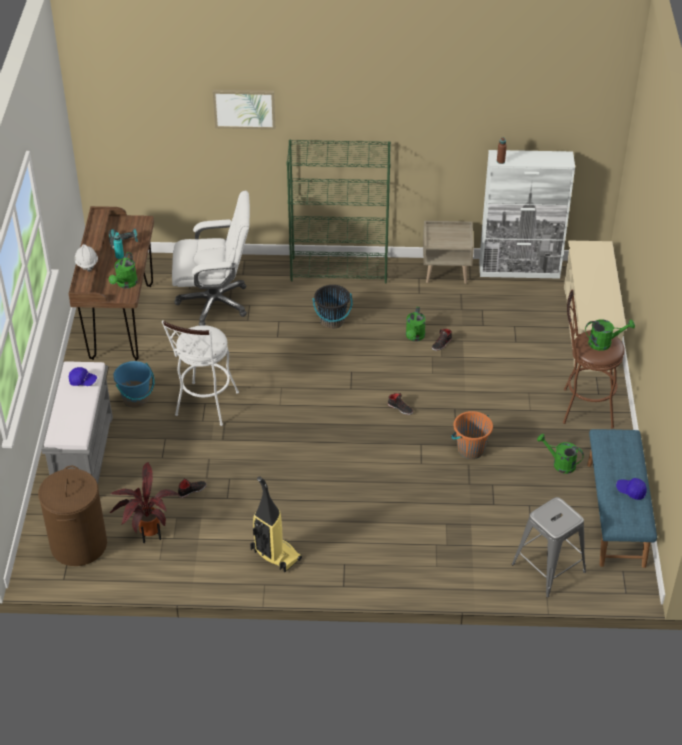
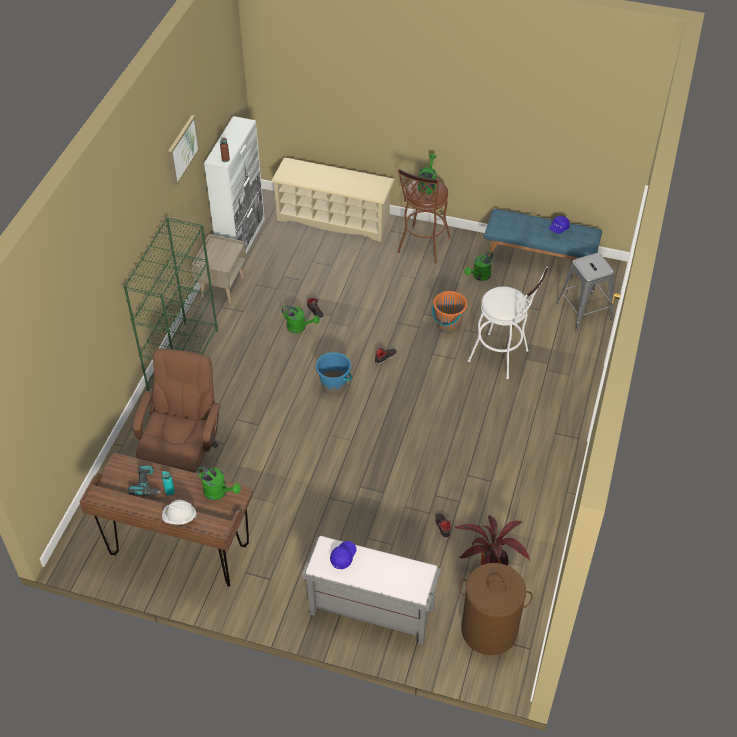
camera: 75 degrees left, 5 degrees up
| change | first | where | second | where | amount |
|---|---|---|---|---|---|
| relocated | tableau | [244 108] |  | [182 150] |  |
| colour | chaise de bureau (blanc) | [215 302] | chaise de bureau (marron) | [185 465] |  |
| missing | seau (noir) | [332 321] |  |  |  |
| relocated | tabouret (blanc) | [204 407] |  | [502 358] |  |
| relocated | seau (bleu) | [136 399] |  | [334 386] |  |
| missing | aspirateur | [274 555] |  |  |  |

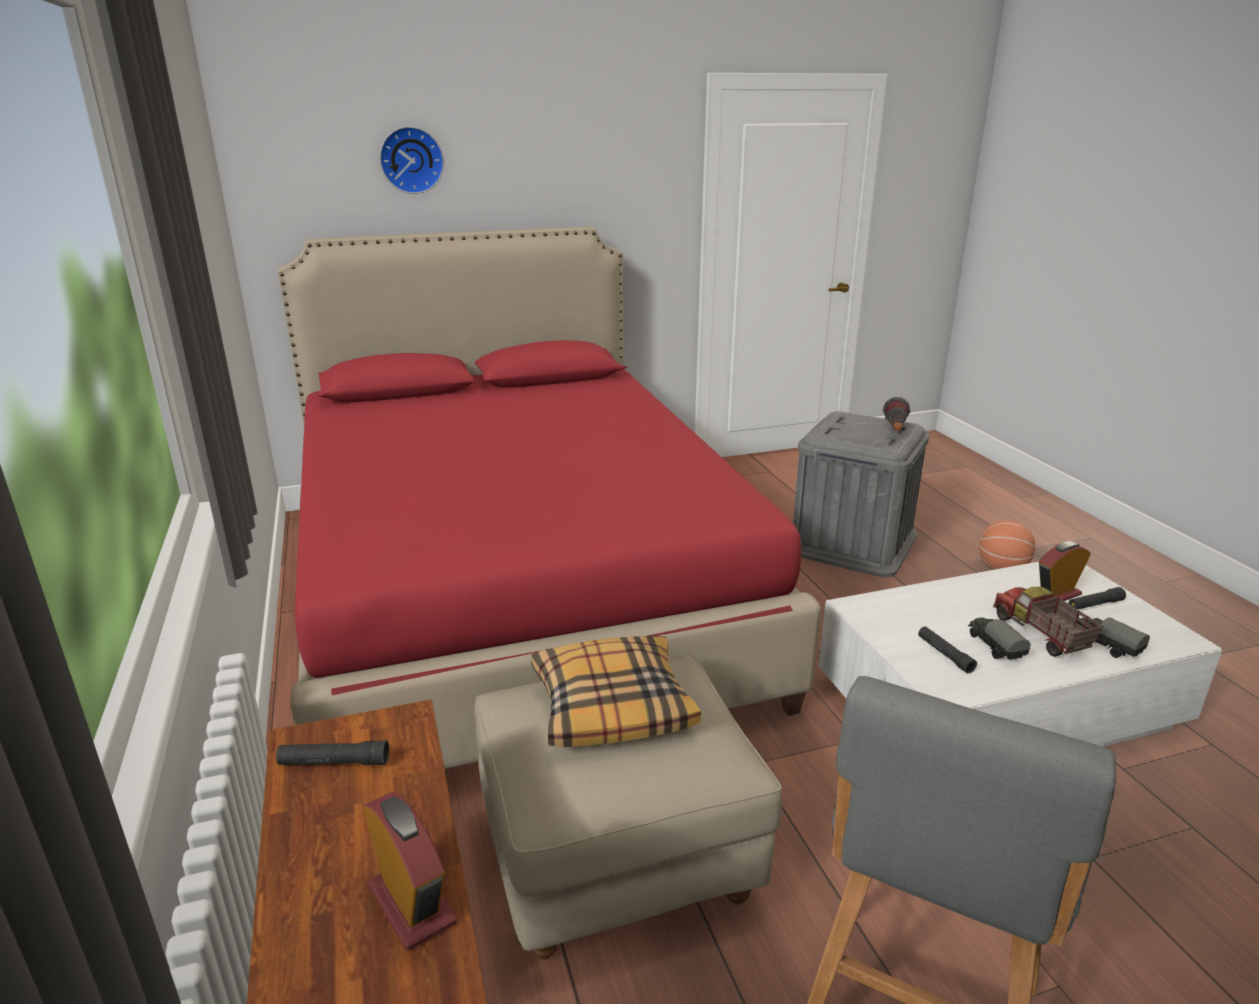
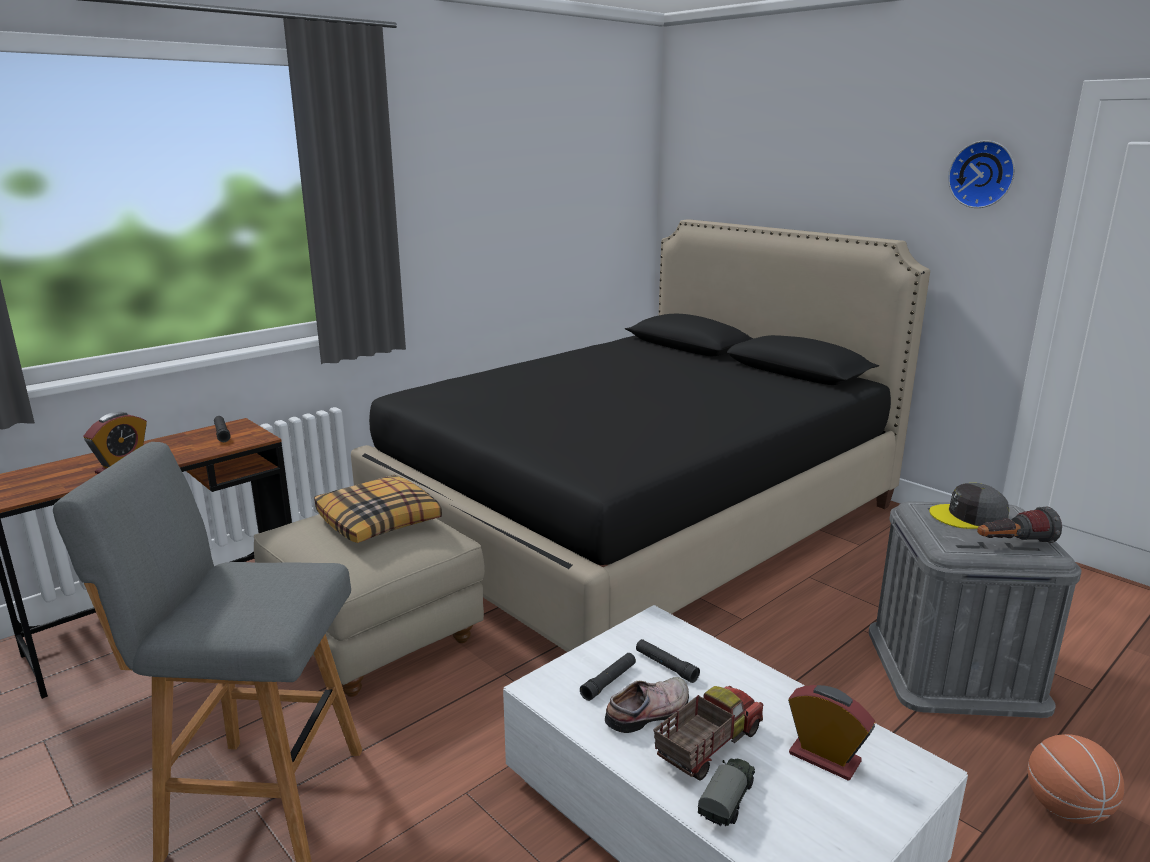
camera: 65 degrees right, 5 degrees down
| change | first | where | second | where | amount |
|---|---|---|---|---|---|
| relocated | horloge murale | [411 160] |  | [982 174] |  |
| colour | lit (rouge) | [515 593] | lit (noir) | [637 520] |  |
| relocated | lampe de poche (noir) | [1095 605] |  | [666 666] |  |
| exchanged | camion jouet | [994 647] | chaussure | [650 713] |  |
| appeared |  |  | casquette (gris) | [969 517] |  |

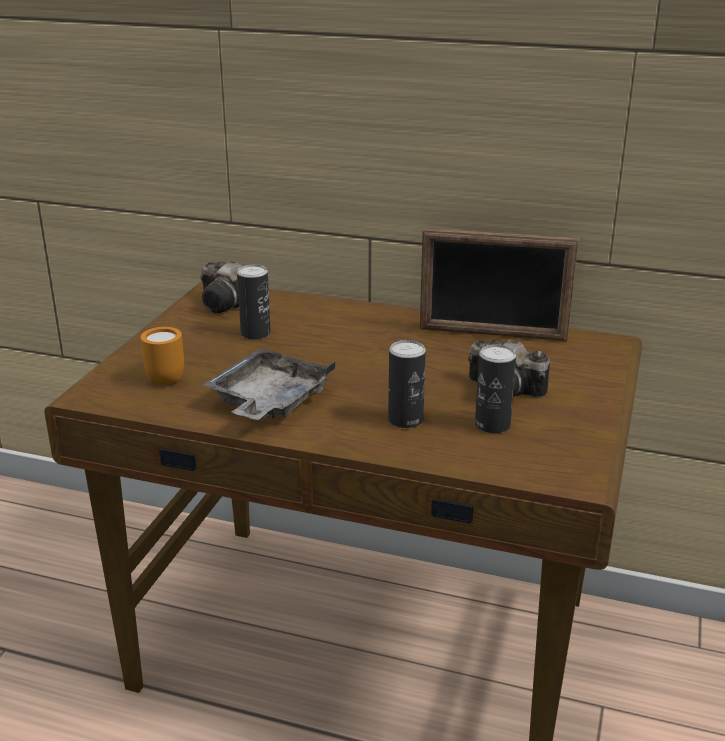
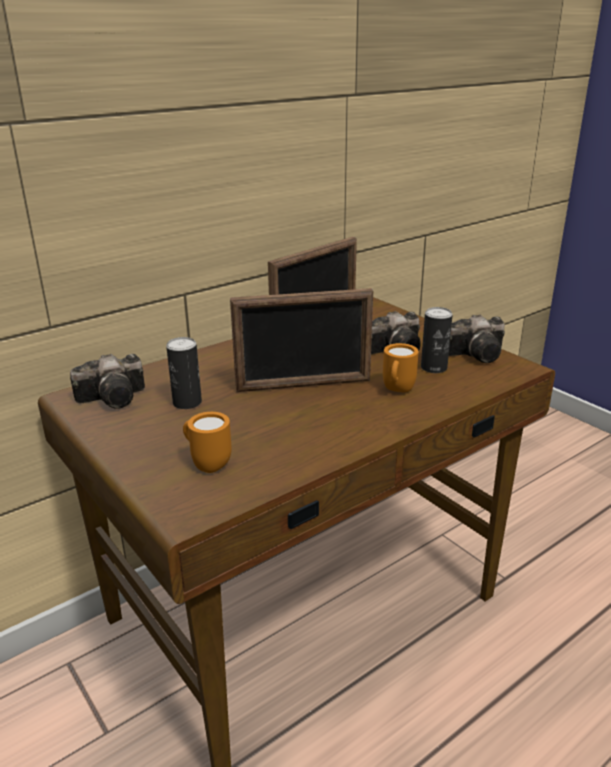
camera: 55 degrees left, 0 degrees up
| change | first | where | second | where | amount |
|---|---|---|---|---|---|
| exchanged | boîte métallique | [405 420] | mug (orange) | [397 391] |  |
| missing | plateau (gris) | [269 401] |  |  |  |
| appeared |  |  | cadre photo | [303 385] |  |
| appeared |  |  | appareil photo | [478 354] |  |

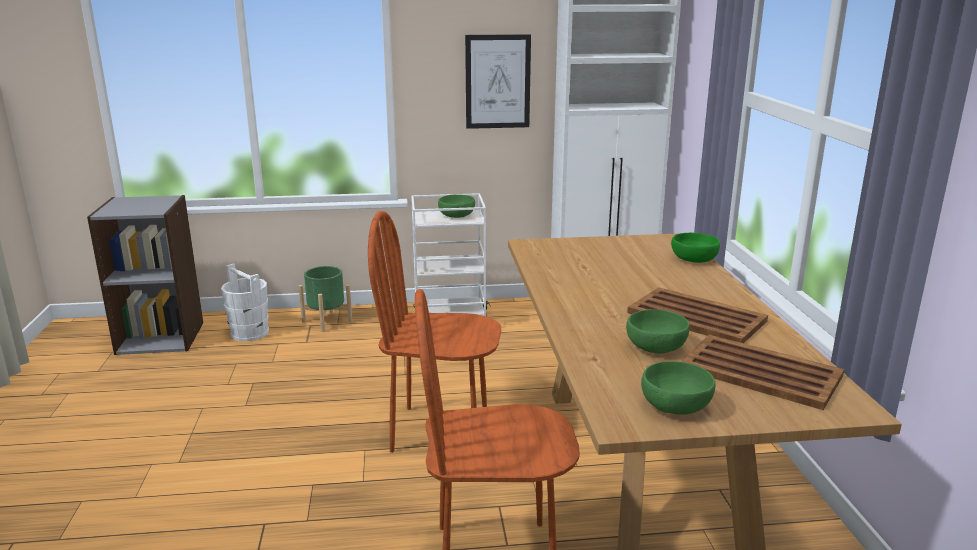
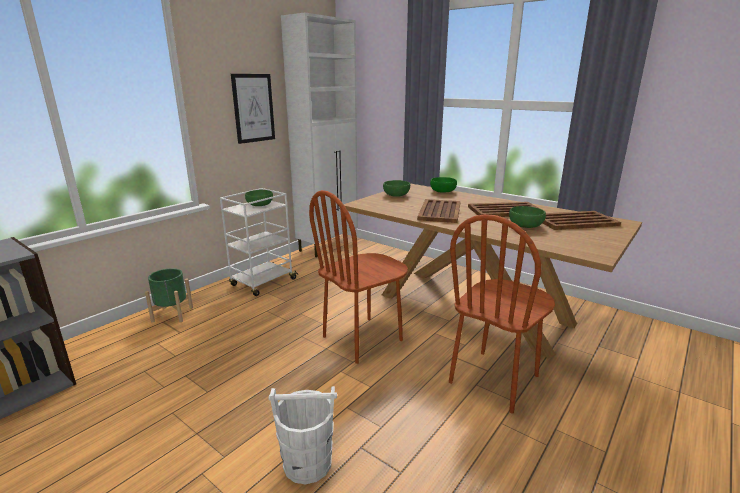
camera: 45 degrees left, 0 degrees up
| change | first | where | second | where | amount |
|---|---|---|---|---|---|
| relocated | seau (blanc) | [250 333] |  | [308 463] |  |
| relocated | bol (vert) | [676 405] |  | [396 195] |  |
| appeared |  |  | plateau (marron) | [440 211] |  |

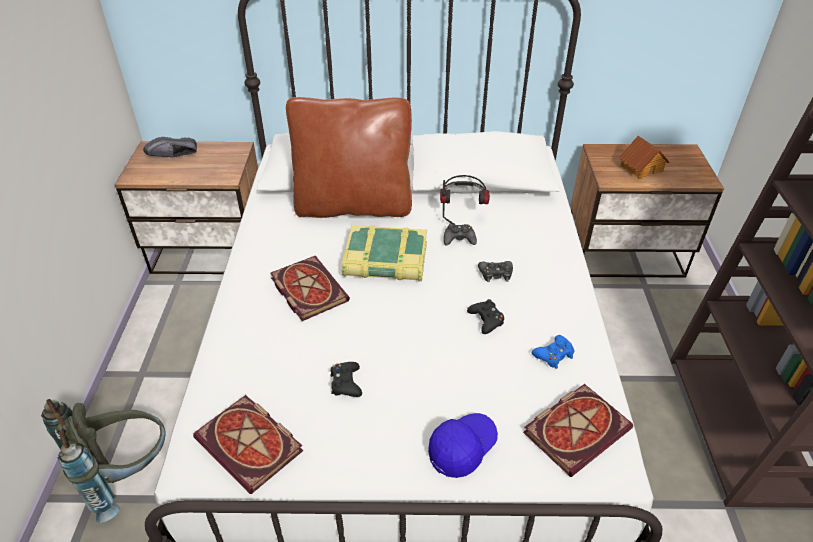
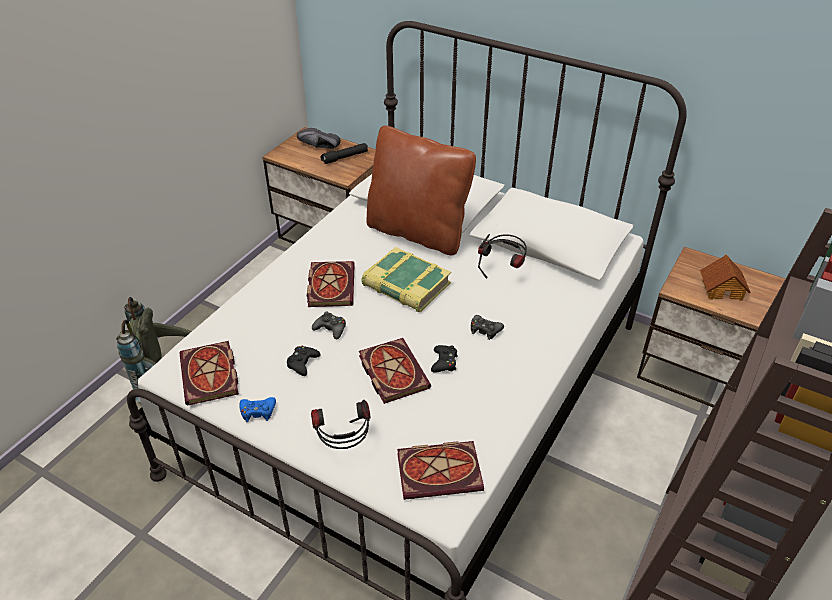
camera: 30 degrees right, 0 degrees up
| change | first | where | second | where | amount |
|---|---|---|---|---|---|
| relocated | manette (noir) | [459 239] |  | [330 329] |  |
| relocated | manette (bleu) | [554 355] |  | [258 412] |  |
| exchanged | casquette (bleu) | [462 449] | casque audio | [344 444] |  |
| appeared |  |  | lampe de poche (noir) | [344 158] |  |
| appeared |  |  | livre | [391 371] |  |

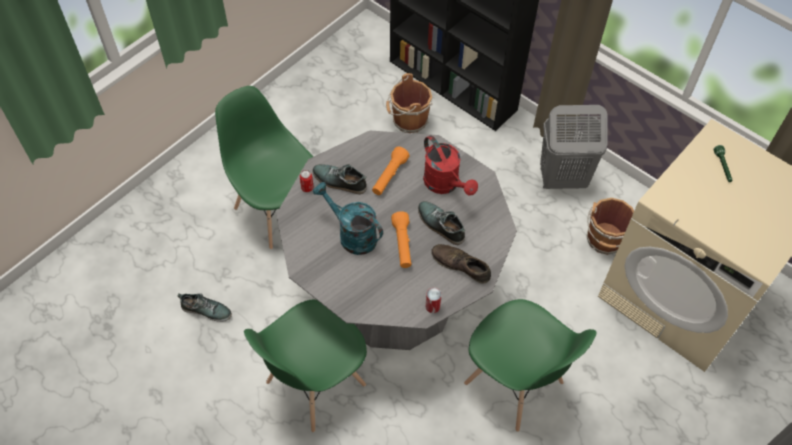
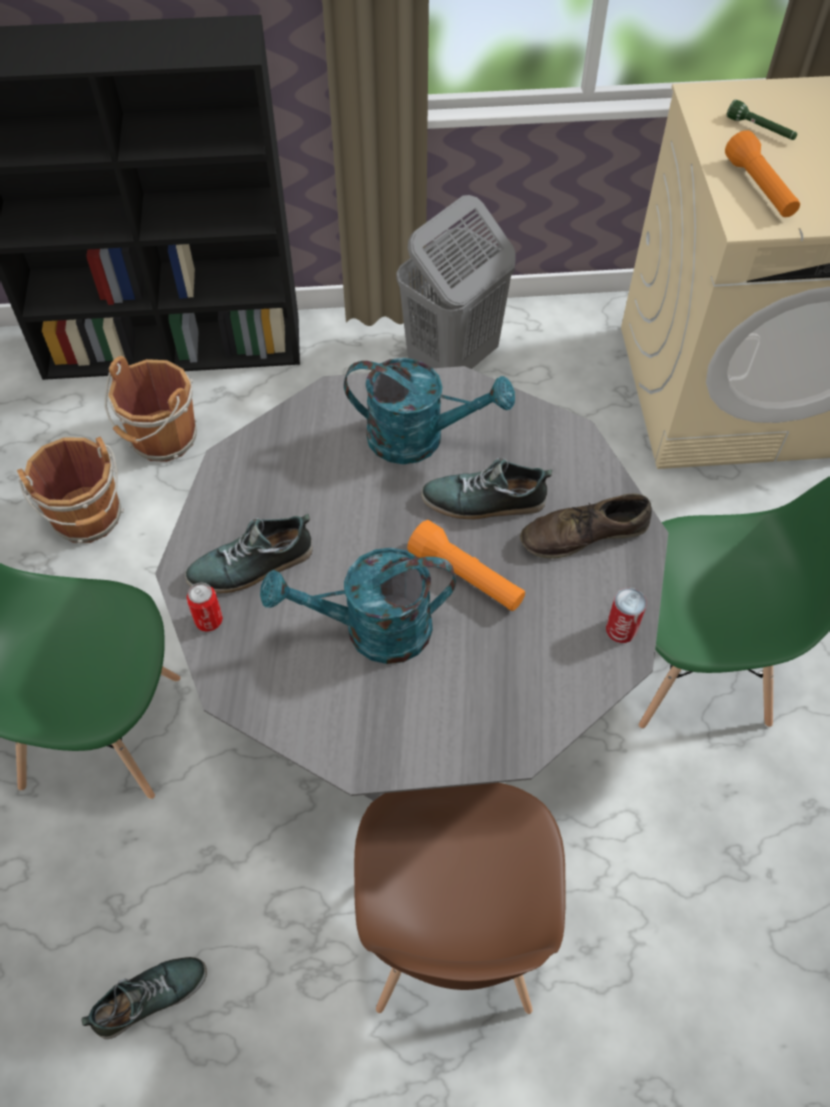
camera: 45 degrees left, 0 degrees up
| change | first | where | second | where | amount |
|---|---|---|---|---|---|
| colour | arrosoir (rouge) | [445 184] | arrosoir (turquoise) | [419 438] |  |
| relocated | lampe de poche (orange) | [389 176] |  | [760 189] |  |
| relocated | seau (marron) | [605 240] |  | [89 518] |  |
| colour | chaise (vert) | [315 385] | chaise (marron) | [452 938] |  |

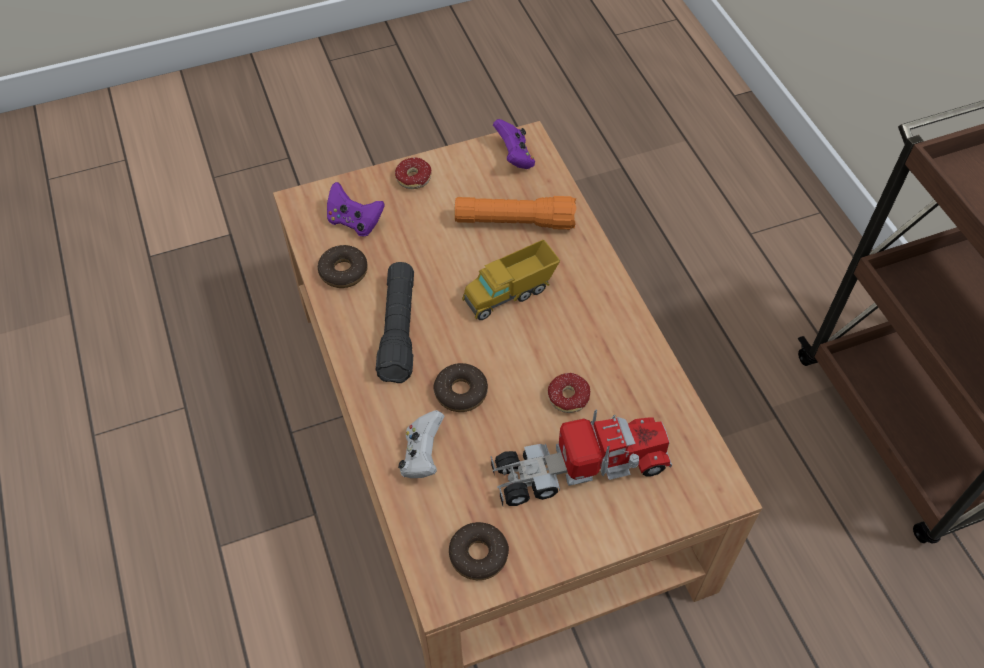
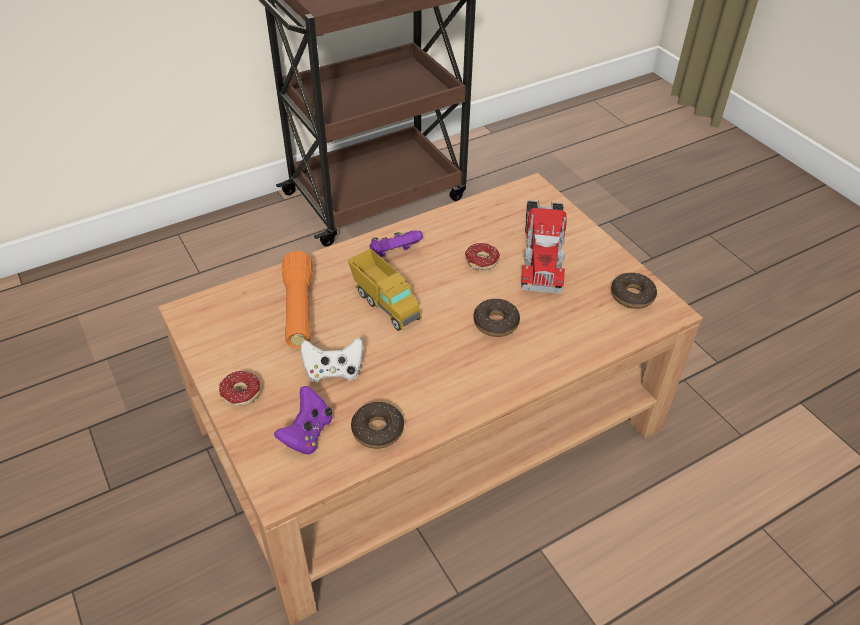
camera: 100 degrees left, 10 degrees down
| change | first | where | second | where | amount |
|---|---|---|---|---|---|
| relocated | manette (violet) | [514 157] |  | [394 254] |  |
| missing | lampe de poche (noir) | [398 330] |  |  |  |
| relocated | manette (blanc) | [422 456] |  | [333 371] |  |
| spun | camion jouet | [579 469] |  | [542 251] | 150 degrees counterclockwise |

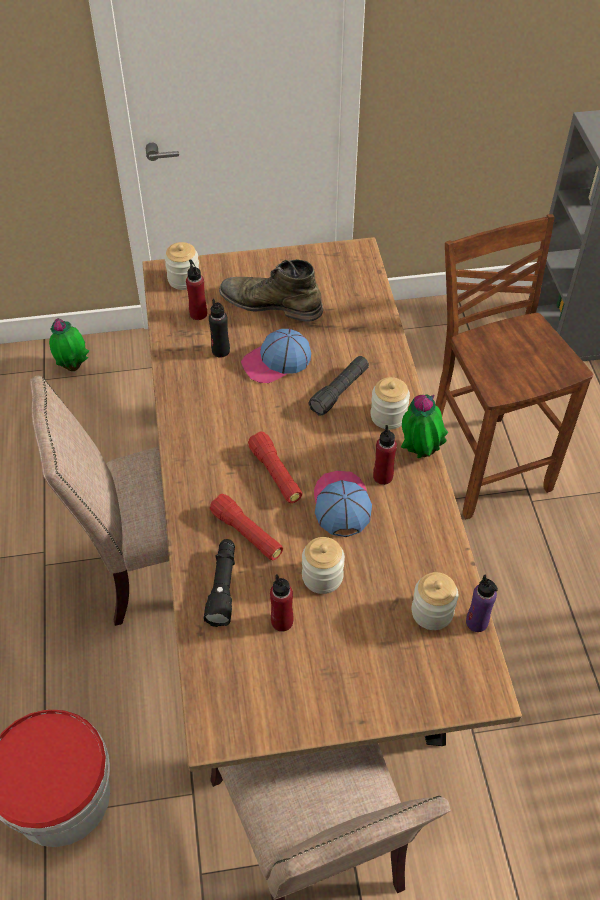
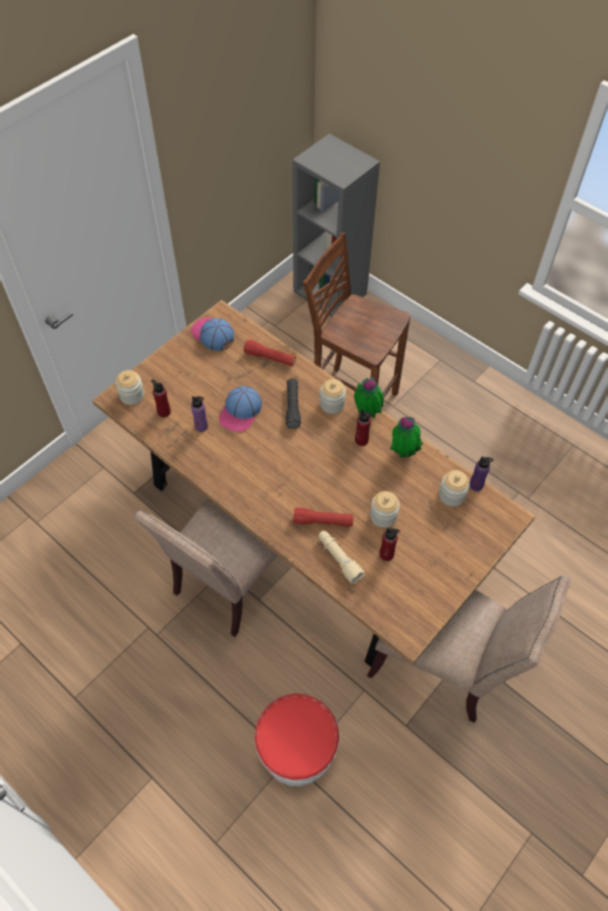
camera: 40 degrees left, 5 degrees up
| change | first | where | second | where | amount |
|---|---|---|---|---|---|
| missing | botte (vert) | [271 303] |  |  |  |
| colour | bouteille (noir) | [221 351] | bouteille (violet) | [201 426] |  |
| relocated | plante en pot | [73 366] |  | [403 452] |  |
| relocated | lampe de poche (rouge) | [275 474] |  | [270 358] |  |
| relocated | casquette | [341 504] |  | [212 335] |  |
| colour | lampe de poche (noir) | [223 586] | lampe de poche (beige) | [339 559] |  |

